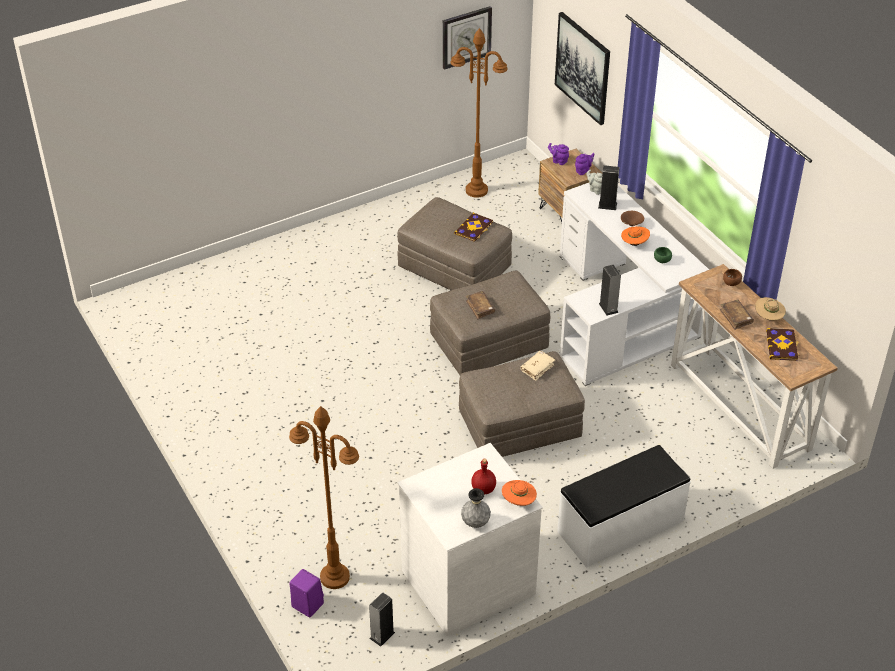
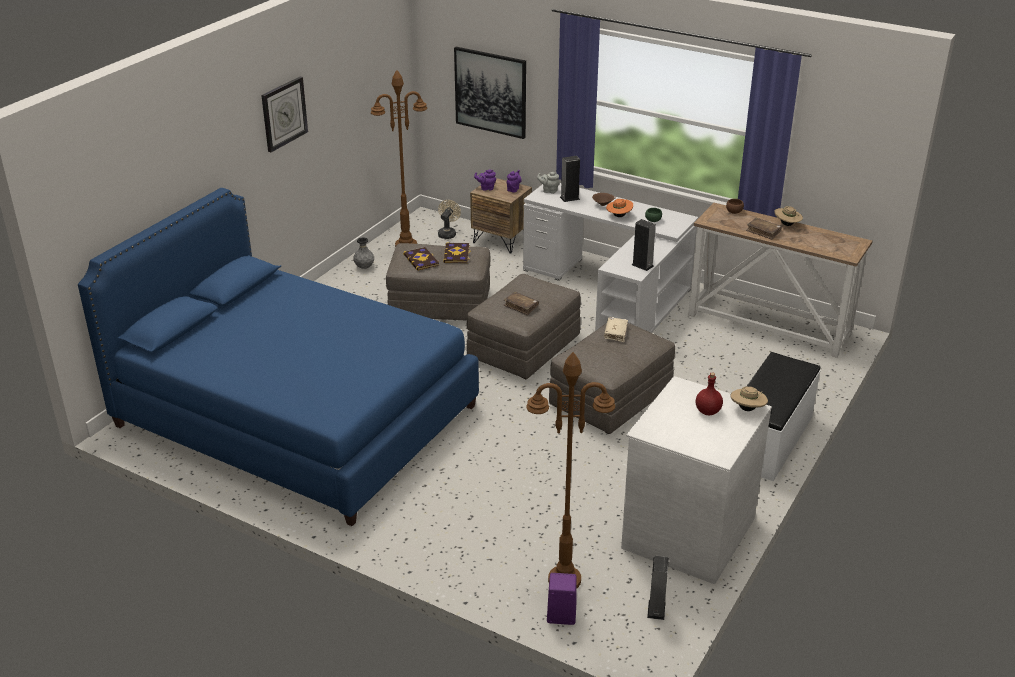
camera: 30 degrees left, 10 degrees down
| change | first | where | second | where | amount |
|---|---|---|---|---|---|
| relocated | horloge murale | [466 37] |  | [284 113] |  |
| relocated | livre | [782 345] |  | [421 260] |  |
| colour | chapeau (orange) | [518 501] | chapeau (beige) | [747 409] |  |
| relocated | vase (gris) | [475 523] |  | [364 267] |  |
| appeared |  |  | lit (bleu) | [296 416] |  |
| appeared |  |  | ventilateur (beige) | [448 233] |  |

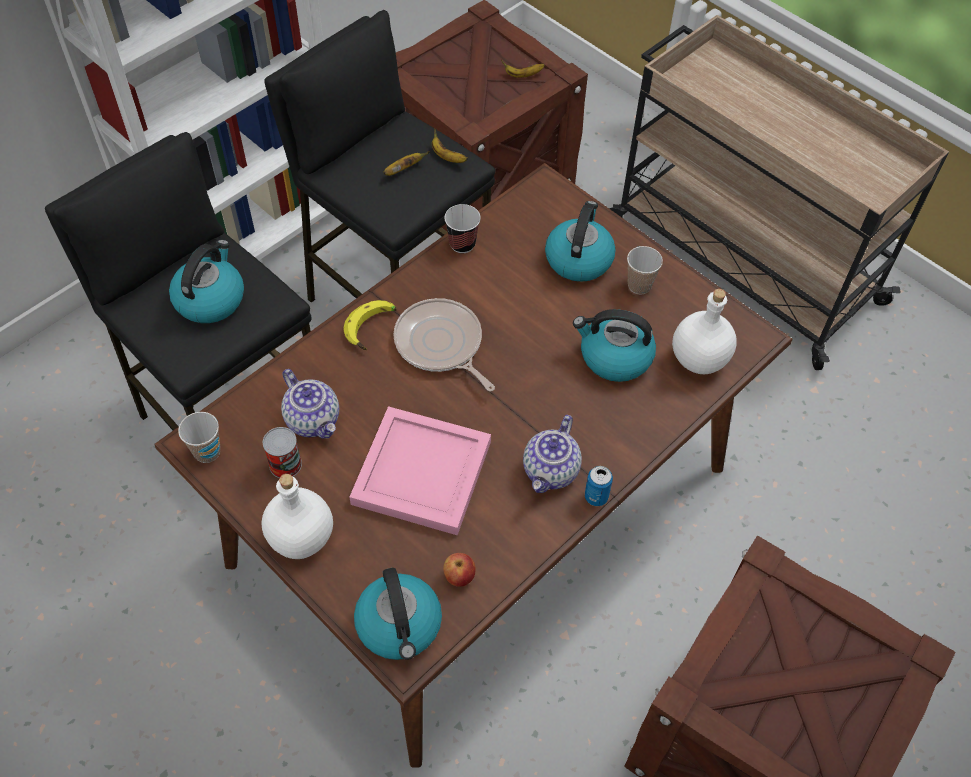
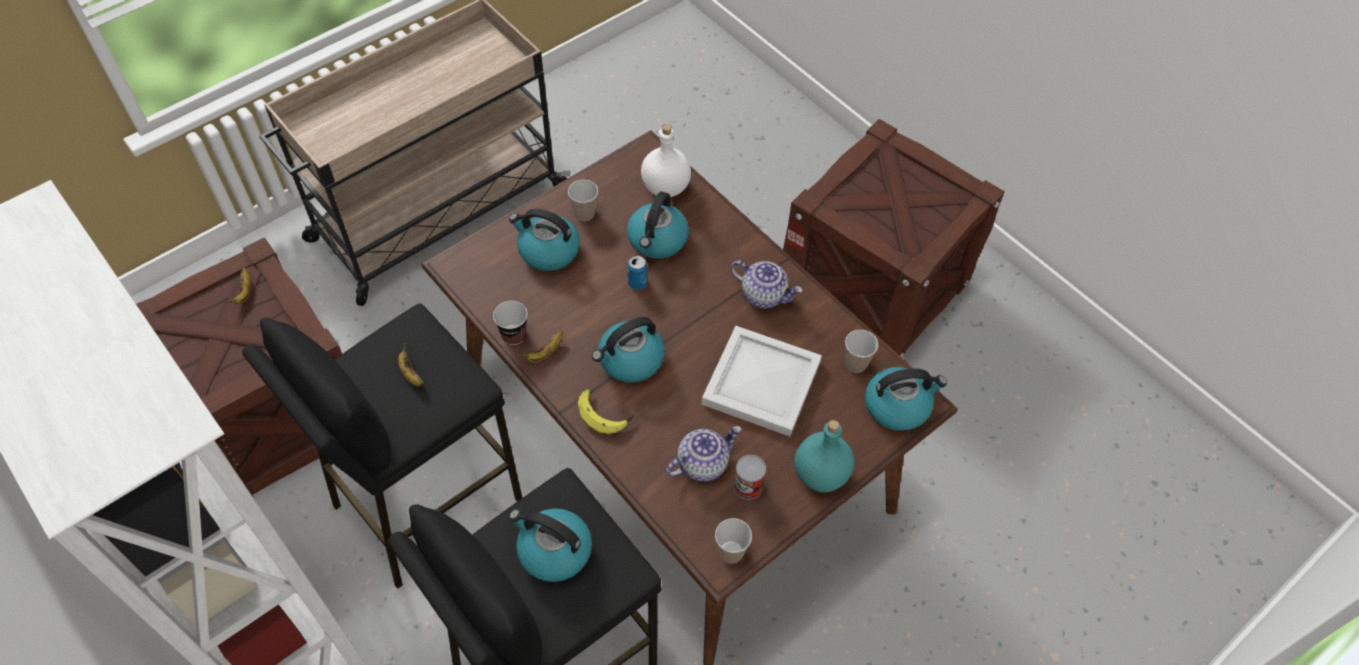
camera: 85 degrees left, 0 degrees up
| change | first | where | second | where | amount |
|---|---|---|---|---|---|
| relocated | banane | [447 157] |  | [545 353] |  |
| exchanged | poêle | [441 345] | bouilloire | [630 360] |  |
| colour | plateau (rose) | [423 475] | plateau (blanc) | [763 382] |  |
| relocated | boîte métallique | [596 497] |  | [637 283] |  |
| colour | bouteille (blanc) | [302 537] | bouteille (turquoise) | [820 473] |  |
| exchanged | pomme | [459 576] | tasse | [856 363] |  |

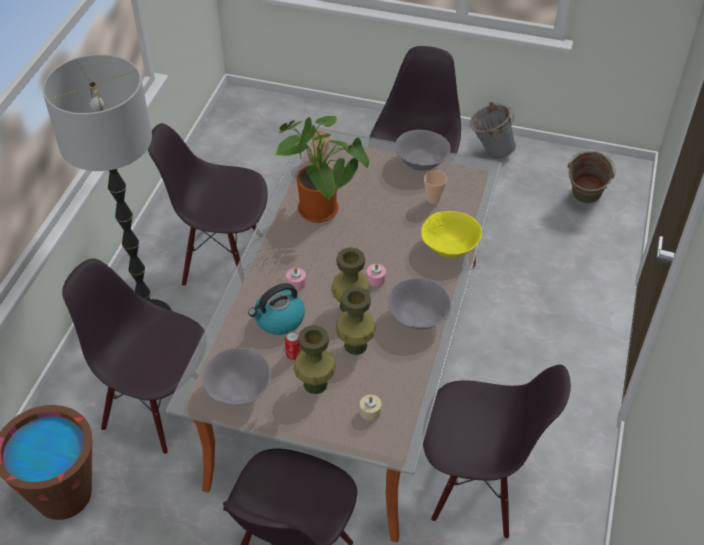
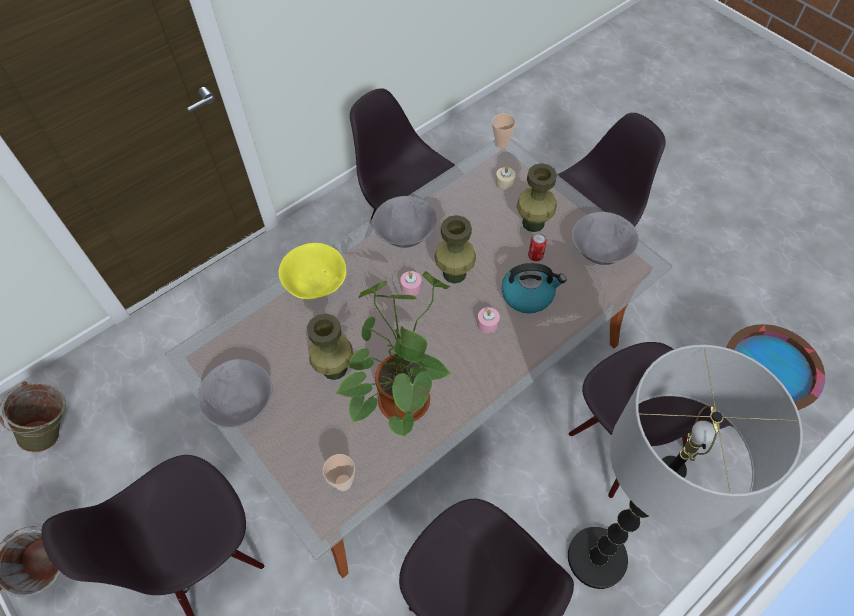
camera: 145 degrees left, 10 degrees up
| change | first | where | second | where | amount |
|---|---|---|---|---|---|
| relocated | tasse | [433 199] |  | [501 143] |  |
| relocated | vase (vert) | [356 345] |  | [334 368] |  |

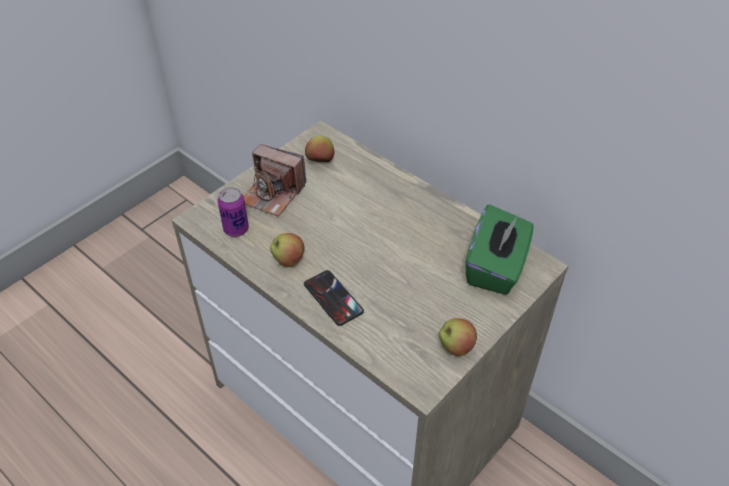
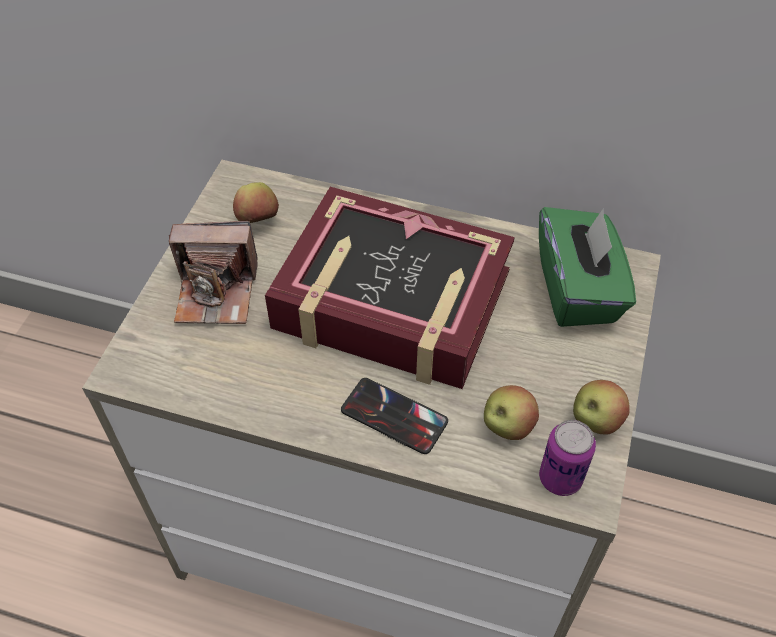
camera: 25 degrees left, 5 degrees up
| change | first | where | second | where | amount |
|---|---|---|---|---|---|
| relocated | boîte métallique | [236 229] |  | [560 478] |  |
| relocated | pomme | [288 260] |  | [507 427] |  |
| appeared |  |  | livre | [391 302] |  |

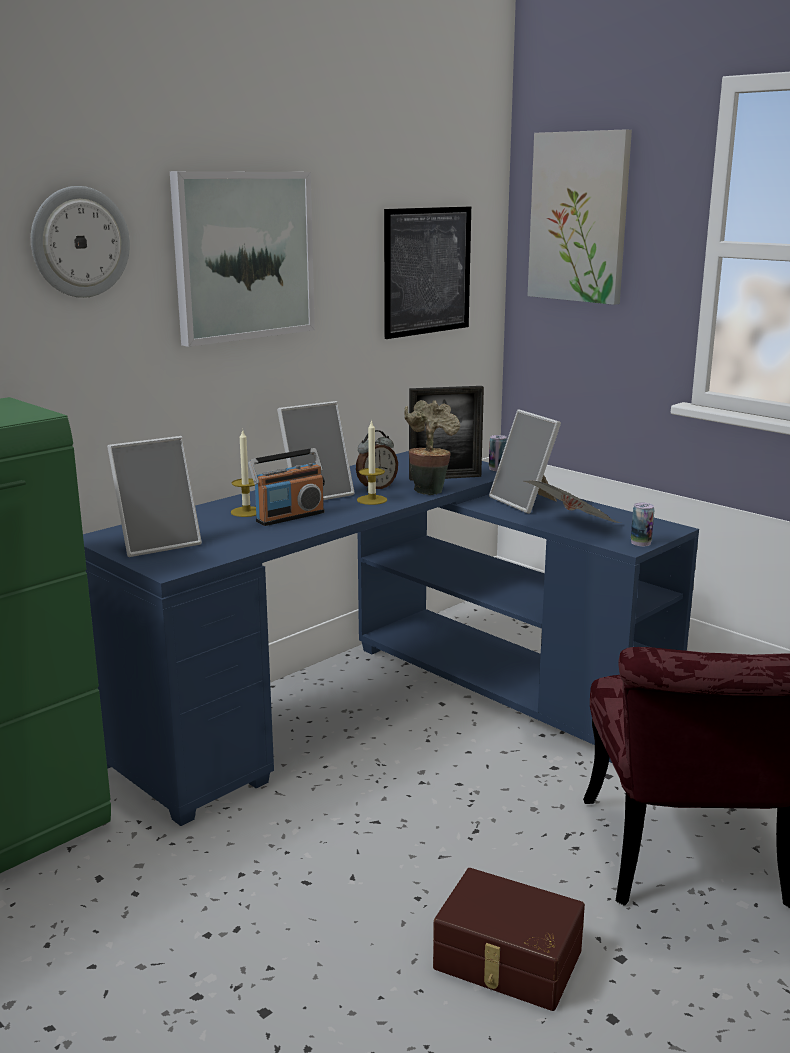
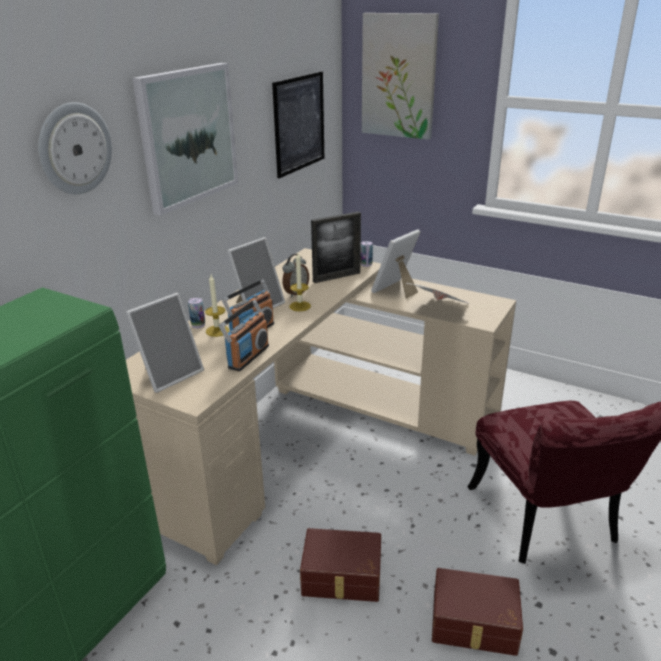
camera: 15 degrees left, 10 degrees up
| change | first | where | second | where | amount |
|---|---|---|---|---|---|
| missing | plante en pot | [429 489] |  |  |  |
| spun | cadre photo | [526 502] |  | [396 290] | 90 degrees clockwise |
| colour | bureau (bleu) | [388 707] | bureau (beige) | [315 436] |  |
| relocated | boîte métallique | [640 543] |  | [198 325] |  |
| appeared |  |  | radio | [248 356] |  |
| appeared |  |  | boîte de rangement (marron) | [342 577] |  |

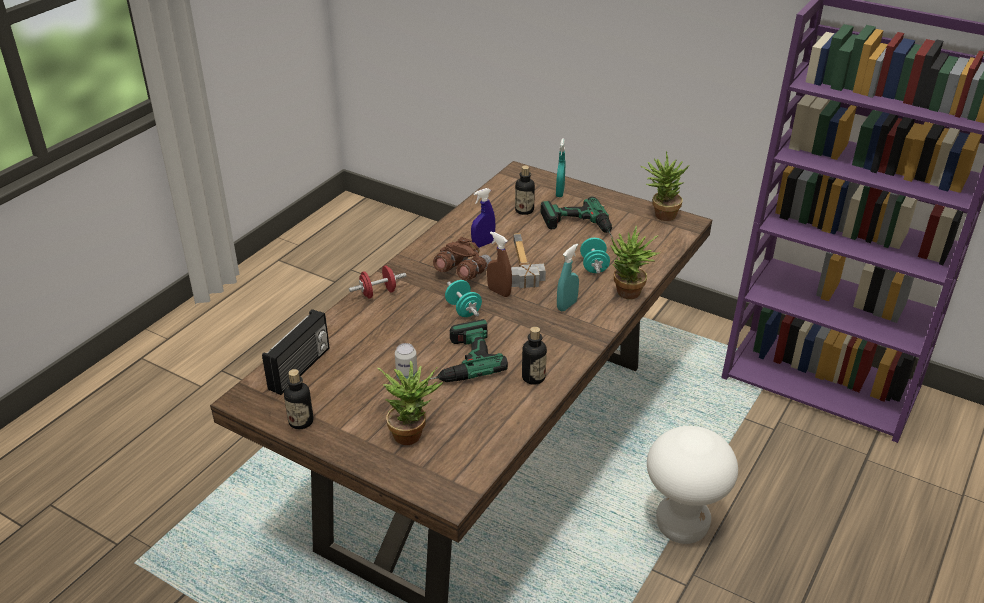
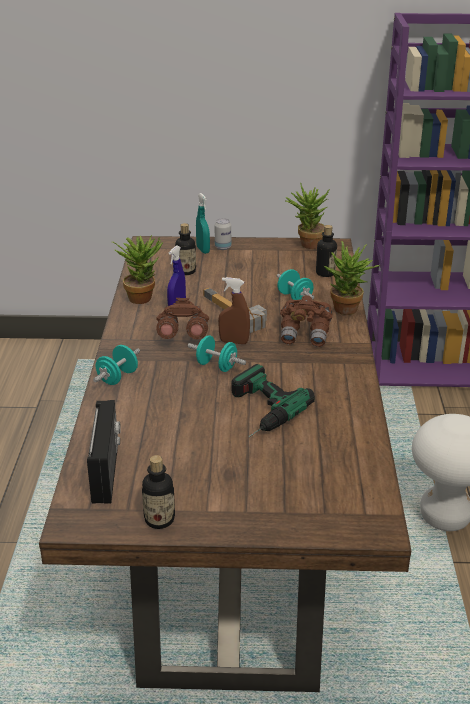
camera: 30 degrees left, 5 degrees down
| change | first | where | second | where | amount |
|---|---|---|---|---|---|
| missing | perceuse | [579 228] |  |  |  |
| exchanged | vaporisateur (turquoise) | [567 305] | jumelles (marron) | [305 334] |  |
| colour | haltère (rouge) | [378 293] | haltère (turquoise) | [117 377] |  |
| relocated | bouteille | [533 377] |  | [325 273] |  |
| relocated | boîte métallique | [407 377] |  | [223 247] |  |
| relocated | plante en pot | [412 433] |  | [142 296] |  |

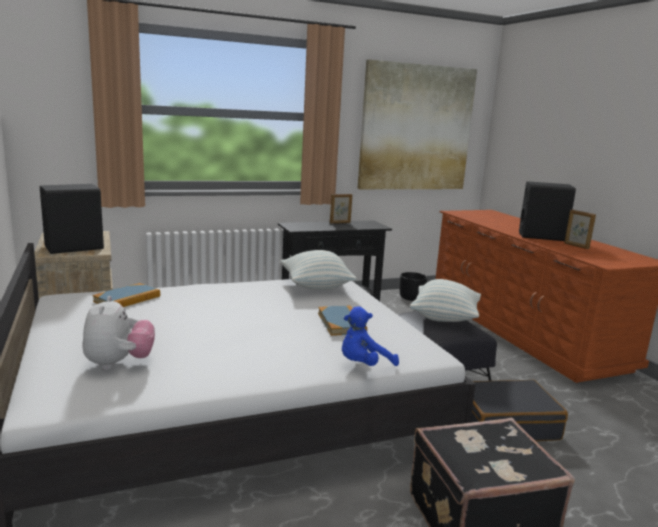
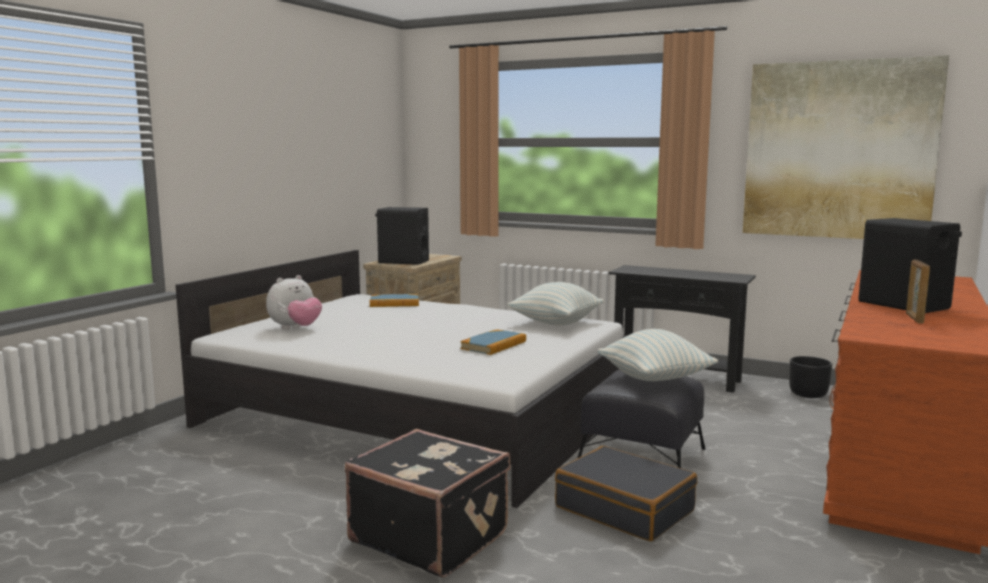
camera: 50 degrees right, 5 degrees down
| change | first | where | second | where | amount |
|---|---|---|---|---|---|
| missing | cadre photo | [340 223] |  |  |  |
| missing | peluche (bleu) | [363 365] |  |  |  |

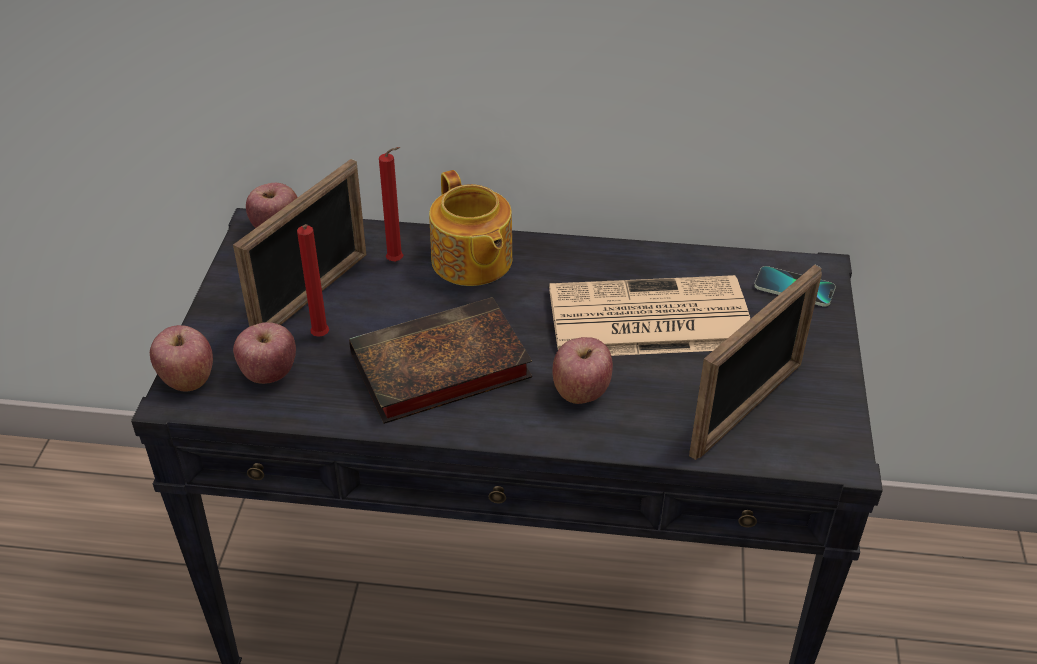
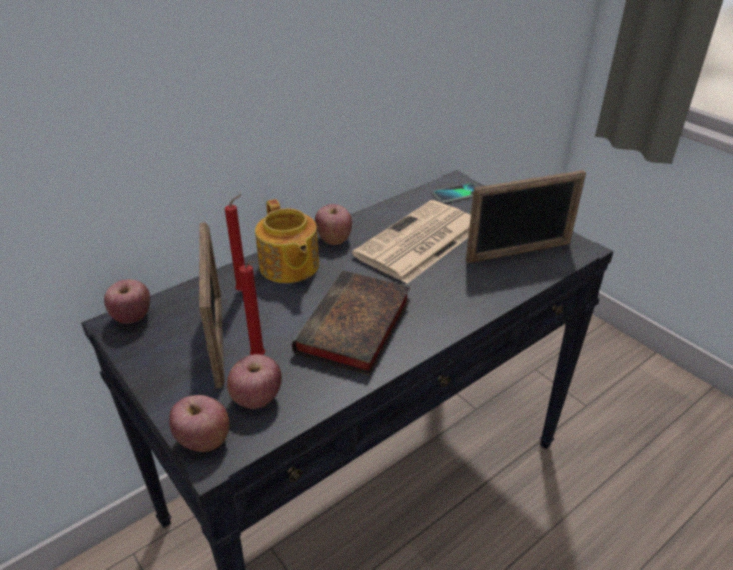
camera: 45 degrees left, 5 degrees down
| change | first | where | second | where | amount |
|---|---|---|---|---|---|
| spun | théière | [471 262] |  | [289 266] | 45 degrees clockwise |
| spun | cadre photo | [747 408] |  | [519 252] | 75 degrees clockwise |
| relocated | pomme | [581 391] |  | [334 239] |  |

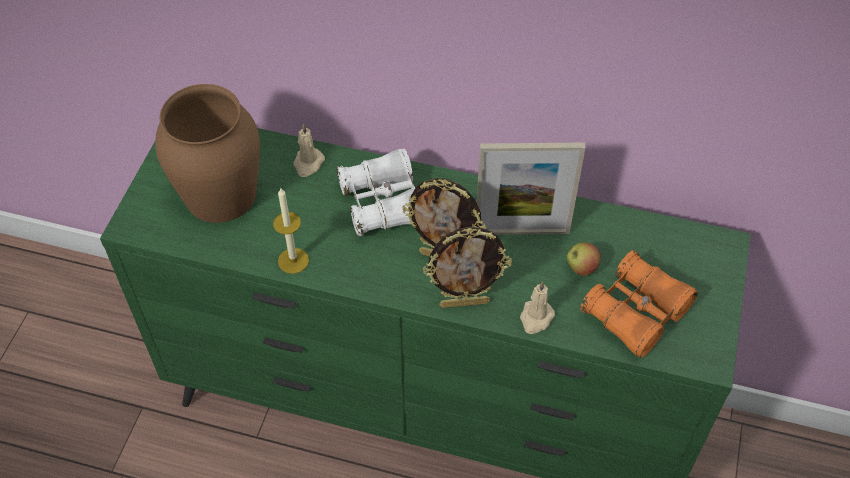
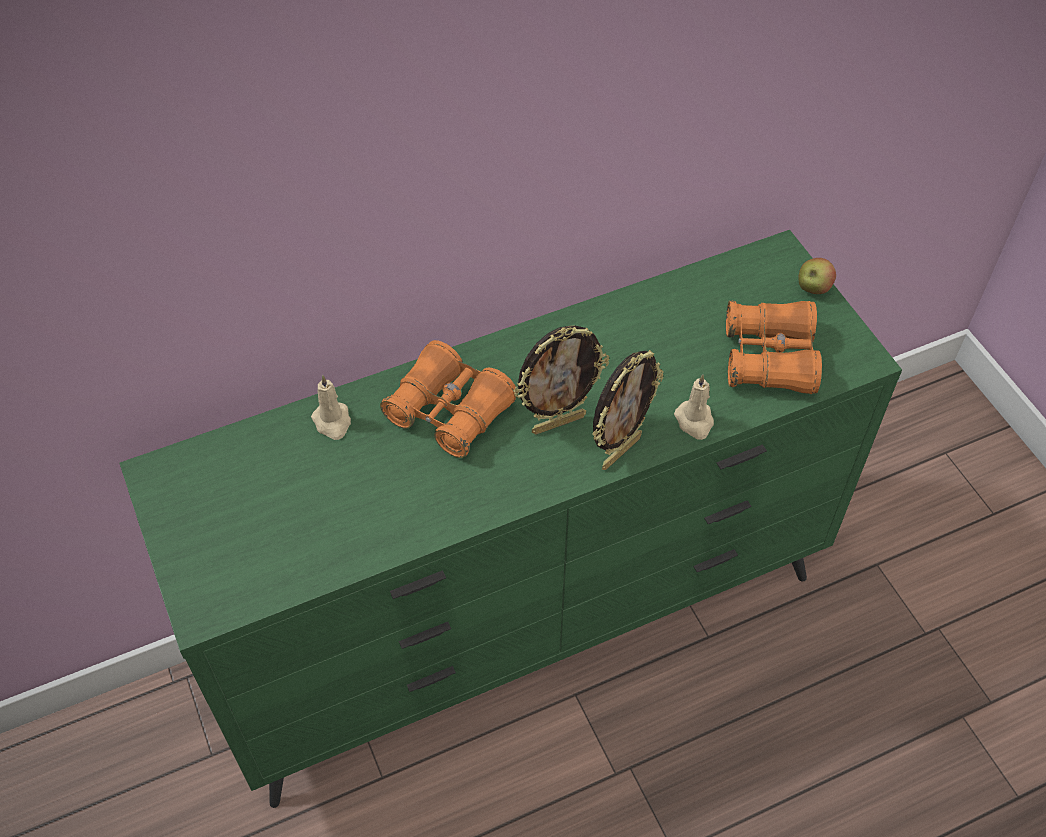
camera: 40 degrees left, 0 degrees up
| change | first | where | second | where | amount |
|---|---|---|---|---|---|
| missing | vase (marron) | [220 193] |  |  |  |
| missing | cadre photo | [522 231] |  |  |  |
| colour | jumelles (blanc) | [383 203] | jumelles (orange) | [449 411] |  |
| missing | bougie | [293 260] |  |  |  |
| relocated | pomme | [581 268] |  | [813 288] |  |

